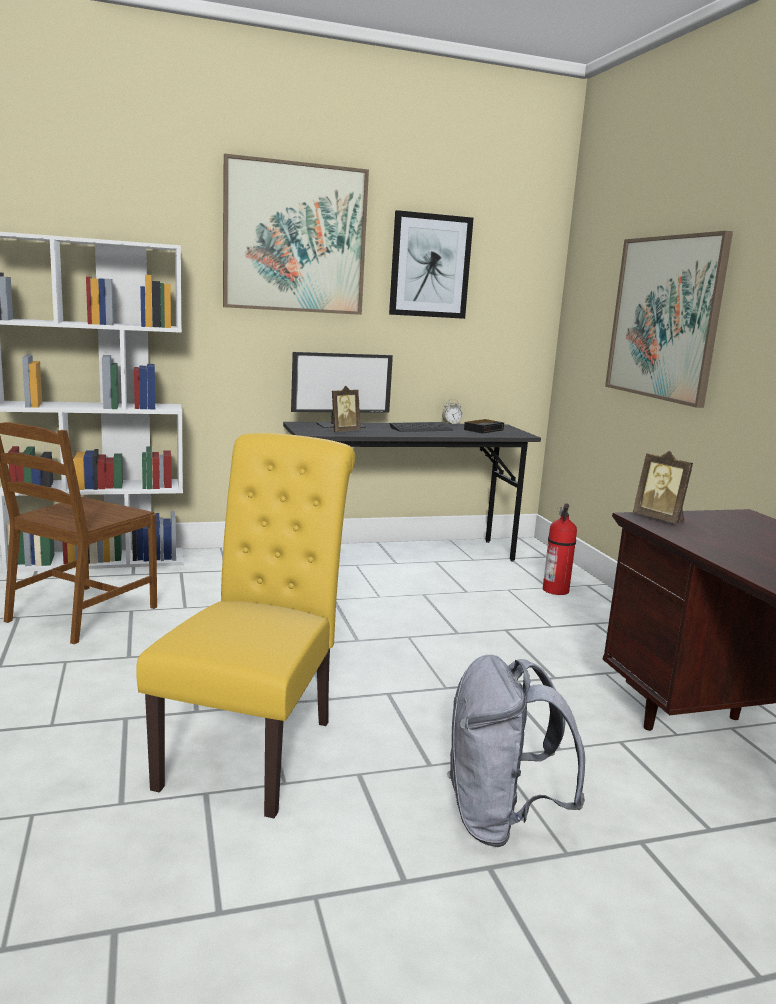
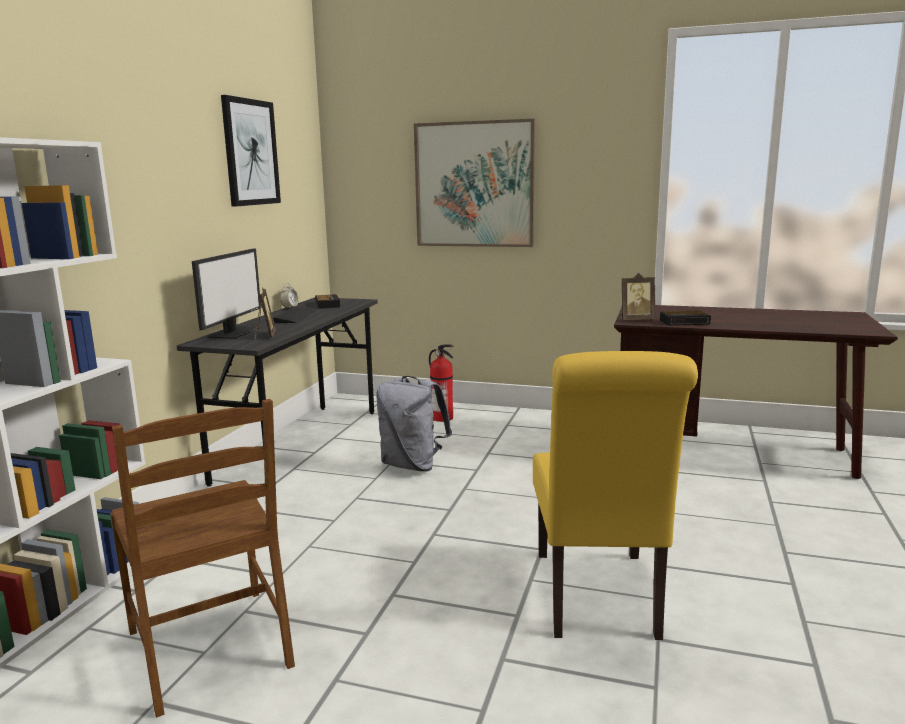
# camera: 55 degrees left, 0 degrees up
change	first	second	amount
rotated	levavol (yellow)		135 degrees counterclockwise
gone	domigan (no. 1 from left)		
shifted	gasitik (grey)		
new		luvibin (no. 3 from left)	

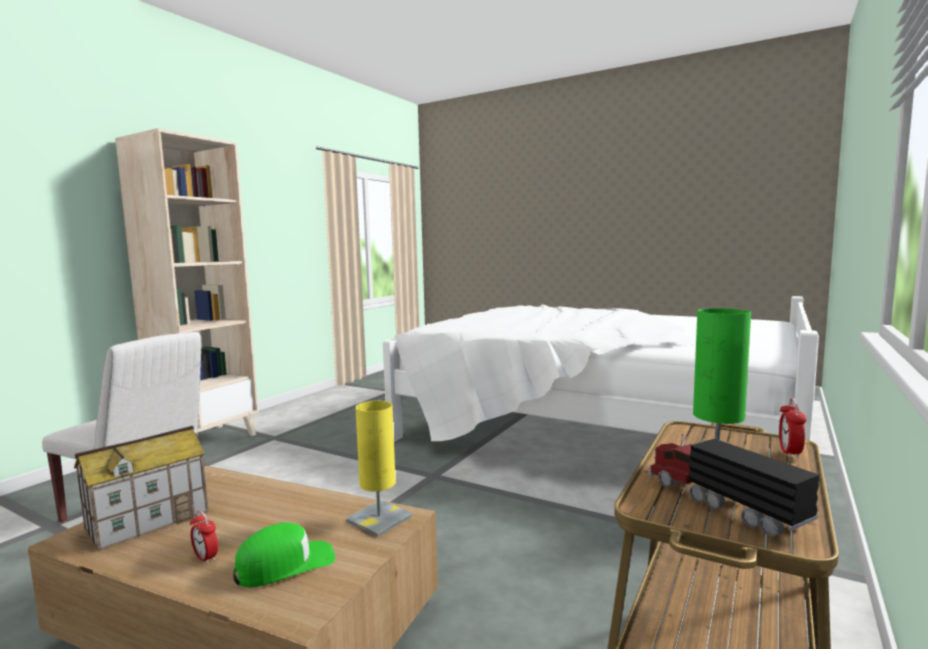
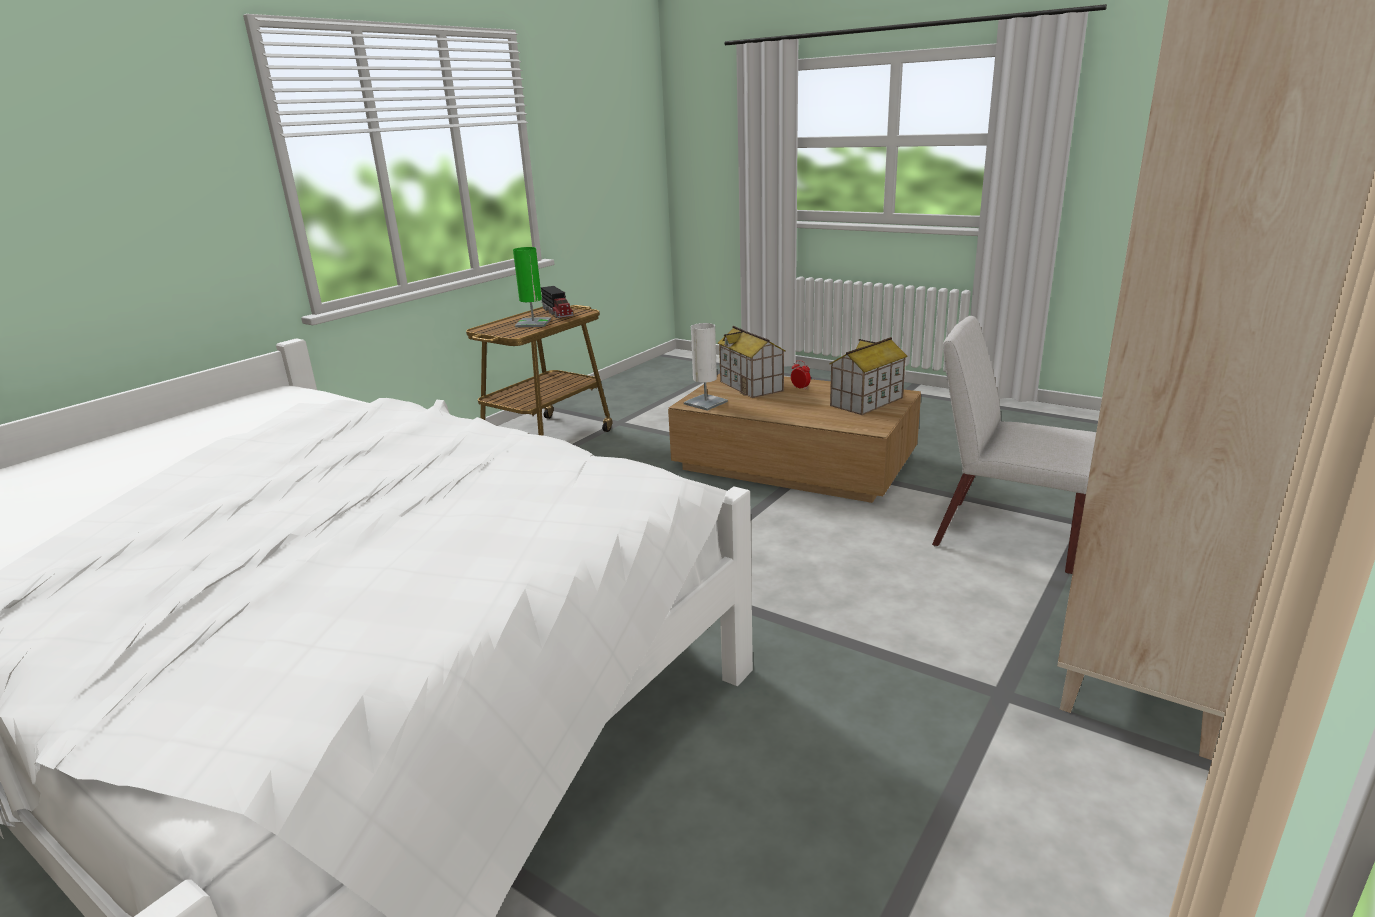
# camera: 175 degrees left, 15 degrees up
change	first	second	amount
swapped	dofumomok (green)	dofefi (no. 1 from left)	
repainted	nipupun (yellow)	nipupun (white)	
gone	luvibin (no. 2 from left)		

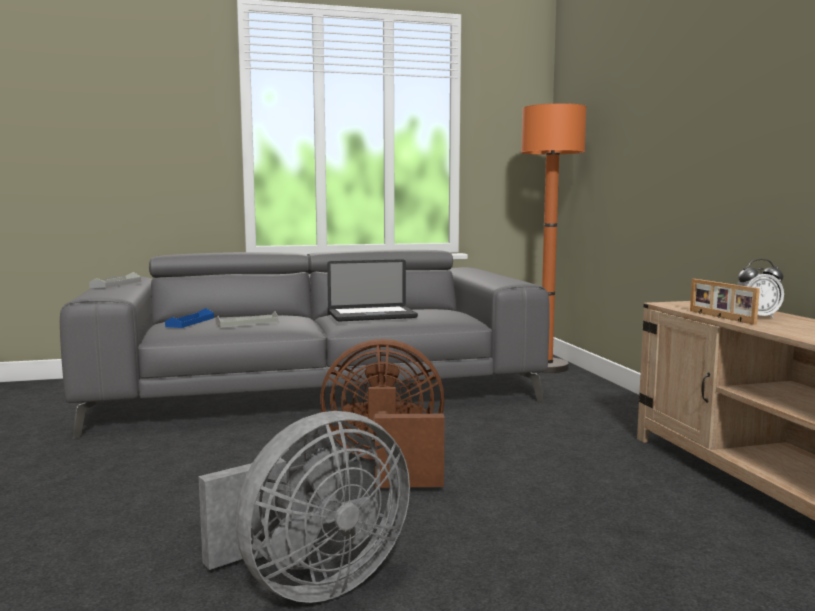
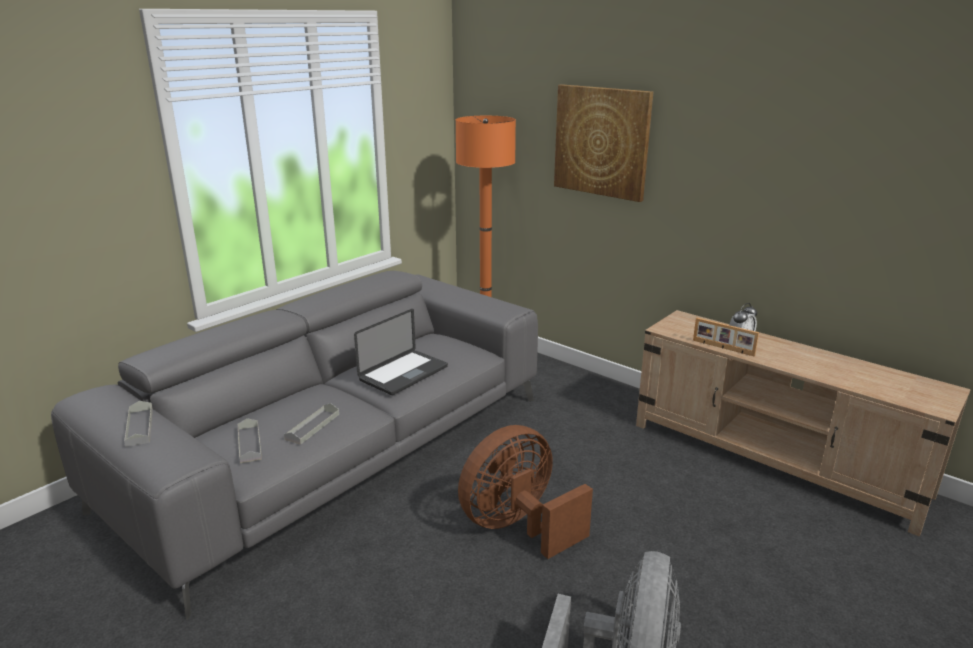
# camera: 35 degrees left, 15 degrees up
change	first	second	amount
repainted	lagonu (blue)	lagonu (grey) (no. 2 from left)	
new		domigan	

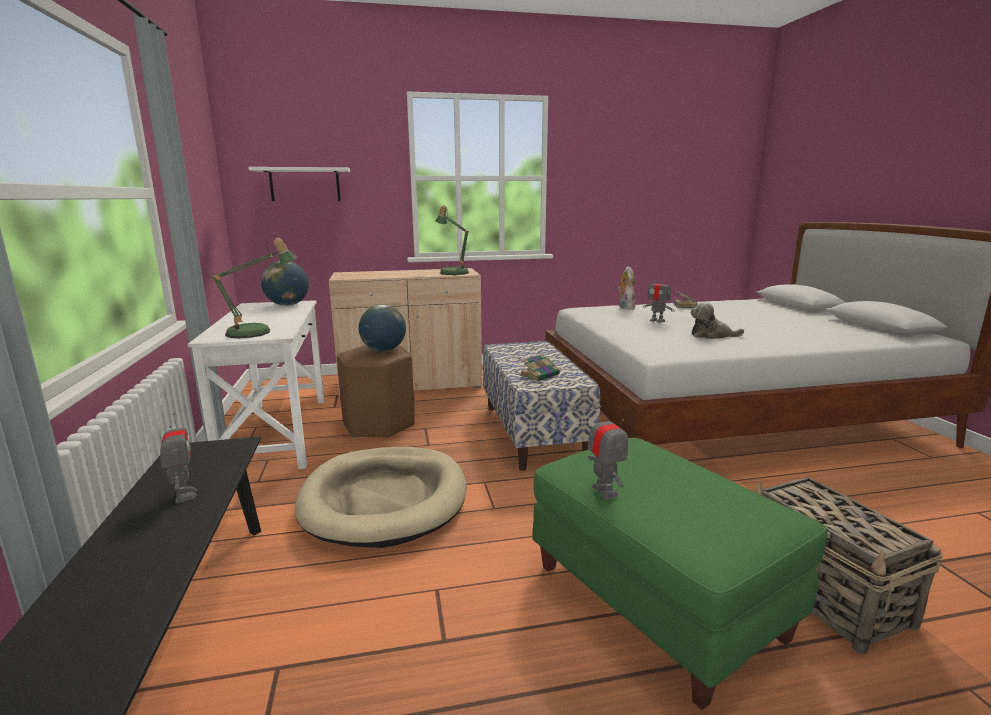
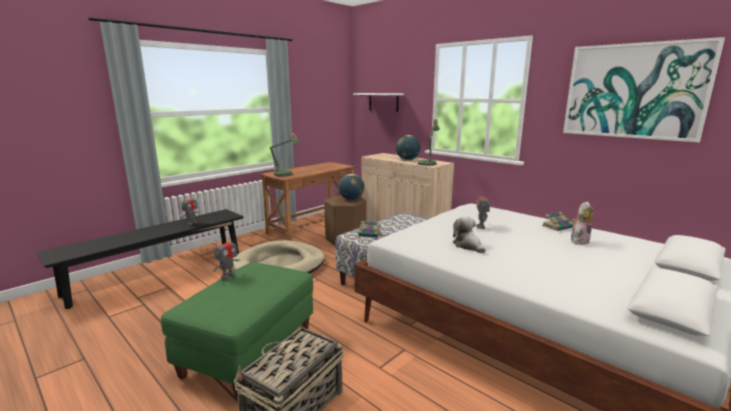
# camera: 55 degrees right, 0 degrees up
change	first	second	amount
repainted	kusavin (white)	kusavin (brown)	
shifted	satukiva (no. 1 from left in the first image)	satukiva (no. 2 from left)	
shifted	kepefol (no. 1 from left in the first image)	kepefol (no. 2 from left)	
new		domigan	

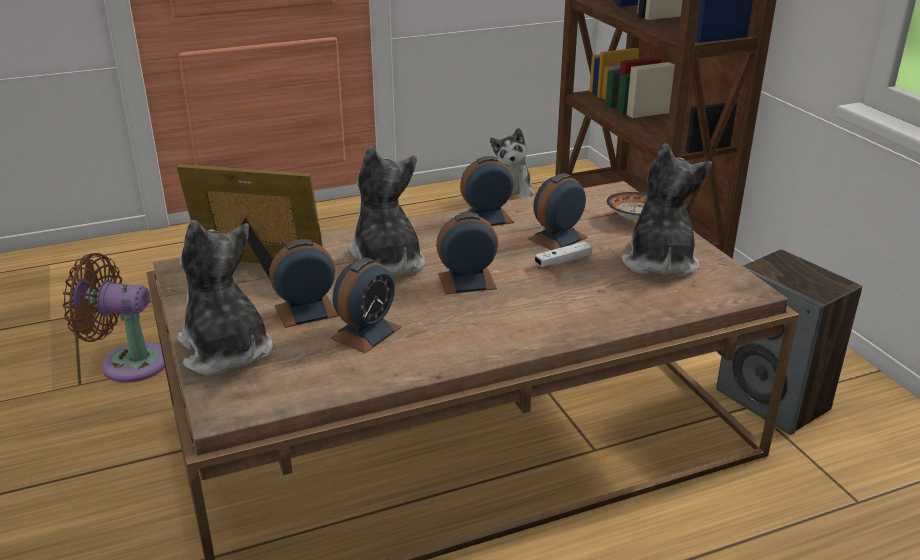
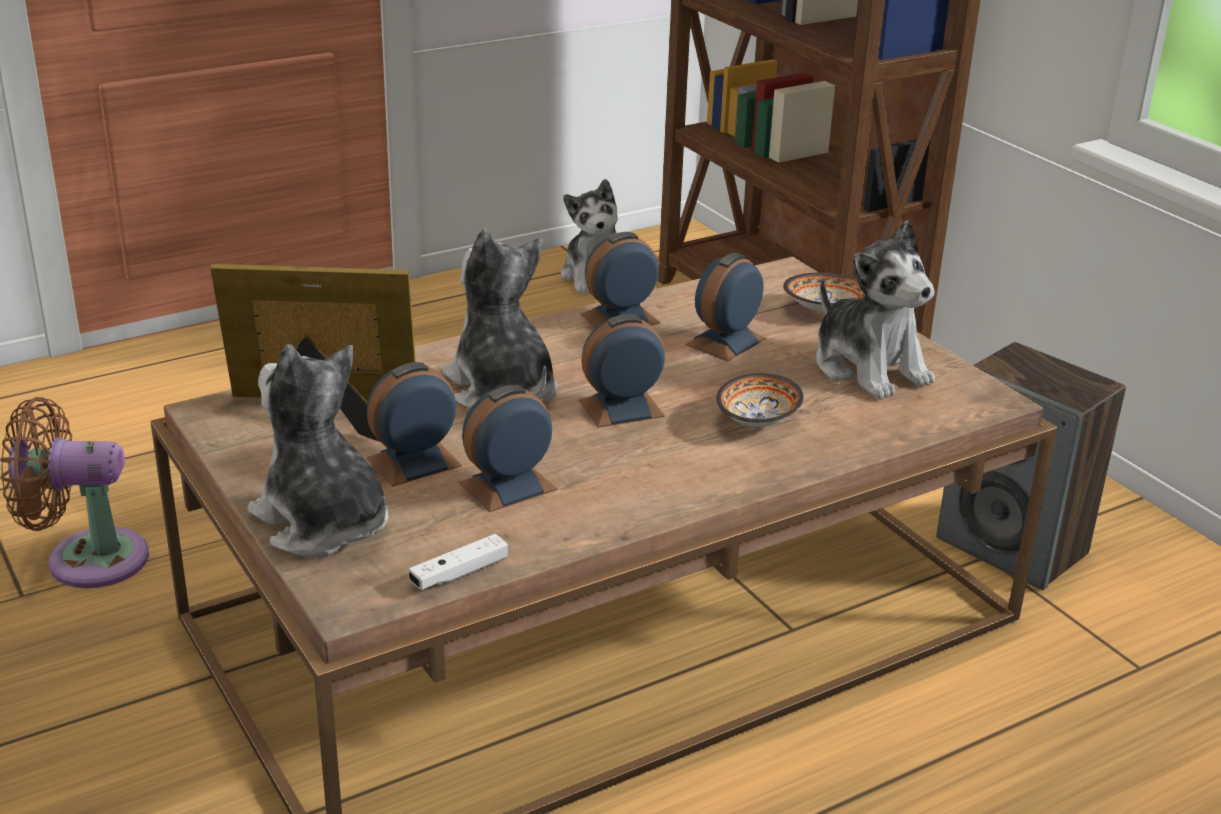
# camera: 10 degrees left, 0 degrees up
change	first	second	amount
rotated	luvibin (no. 2 from left)		150 degrees counterclockwise
shifted	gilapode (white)		
rotated	kepefol (no. 4 from left)		150 degrees clockwise
new		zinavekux (no. 1 from left)	

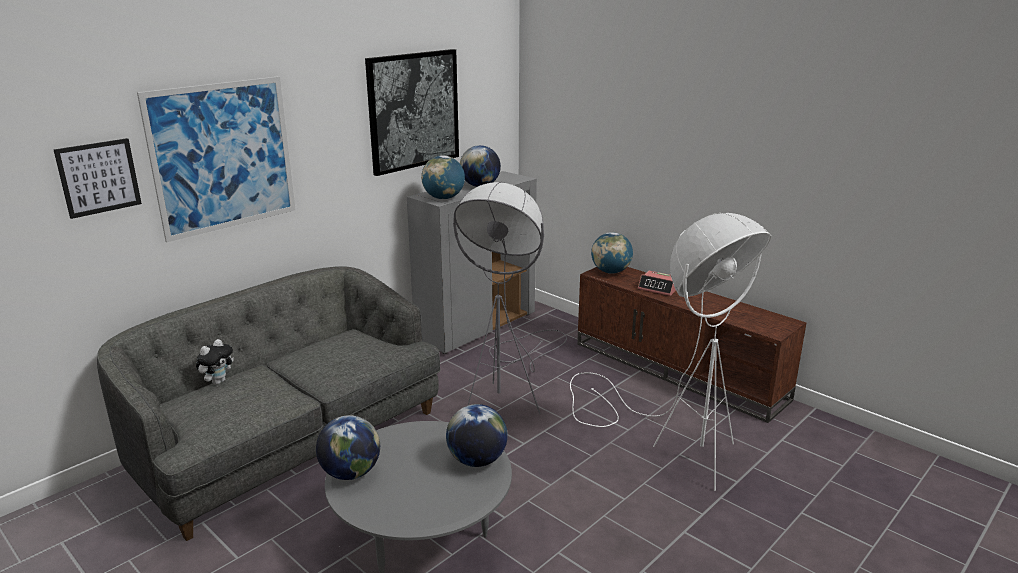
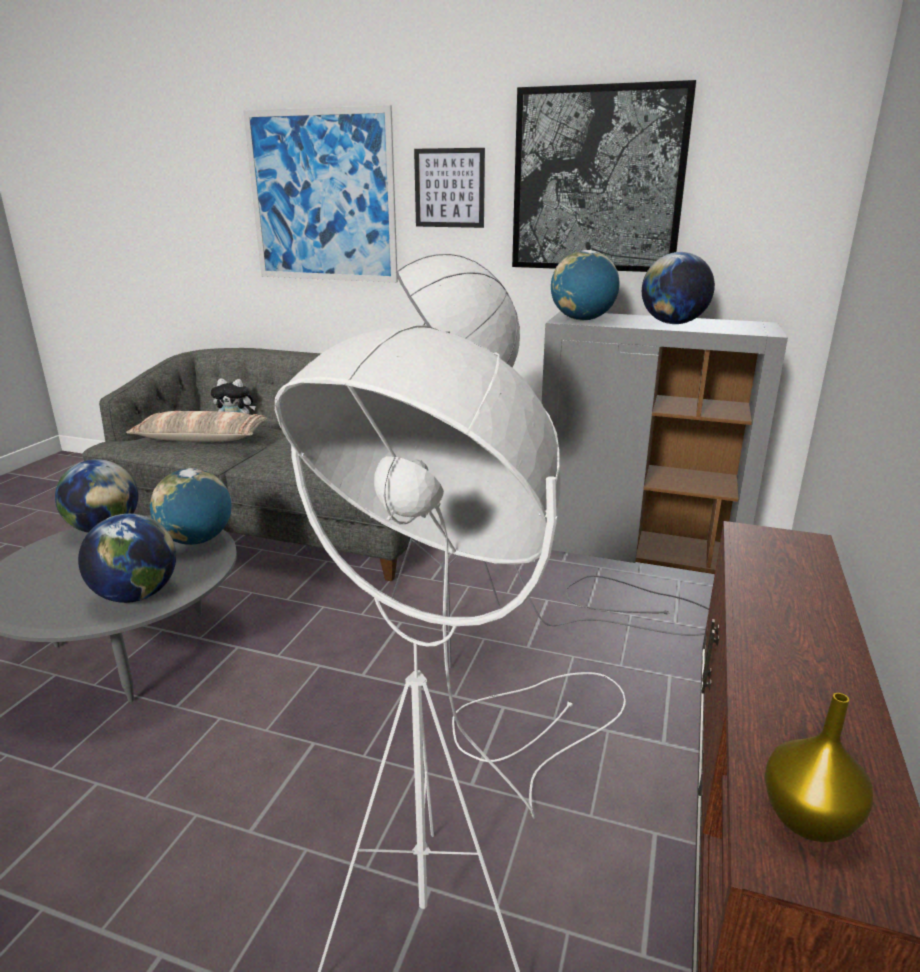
# camera: 65 degrees right, 0 degrees up
change	first	second	amount
shifted	domigan (no. 1 from left in the first image)	domigan (no. 2 from left)	
shifted	satukiva (no. 5 from left in the first image)	satukiva (no. 3 from left)	
gone	luvibin		
new		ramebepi	
new		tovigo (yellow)	

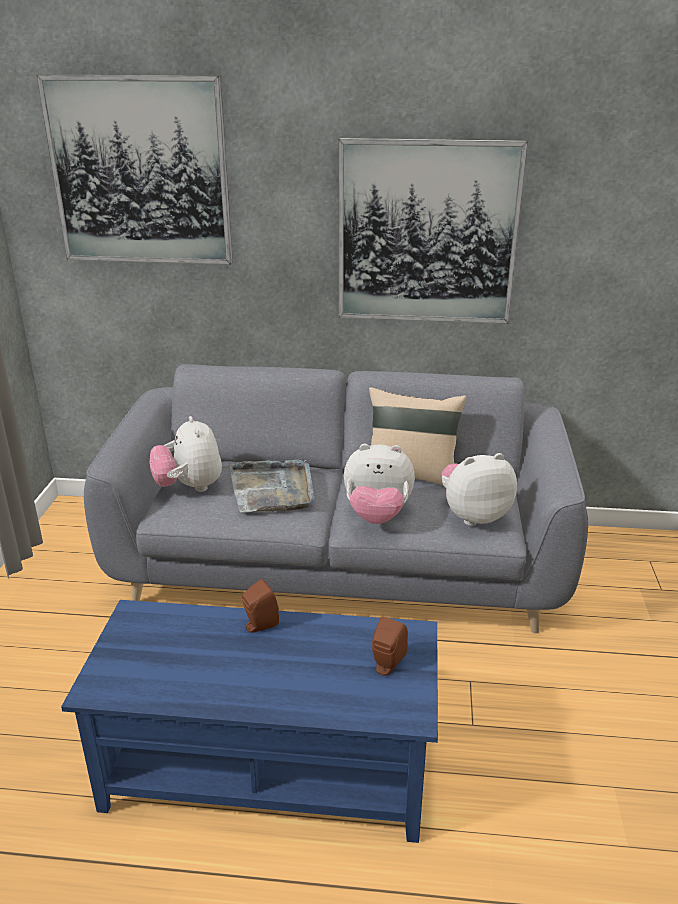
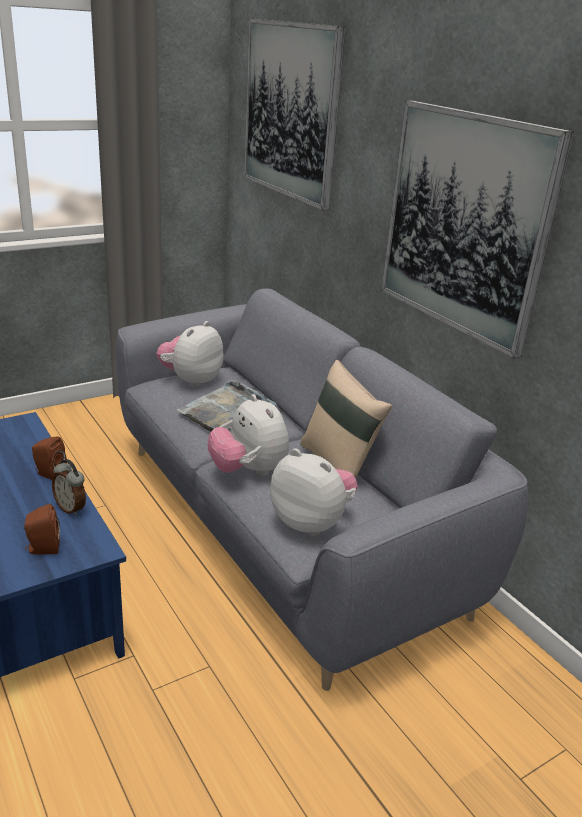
# camera: 50 degrees right, 0 degrees up
change	first	second	amount
new		luvibin	

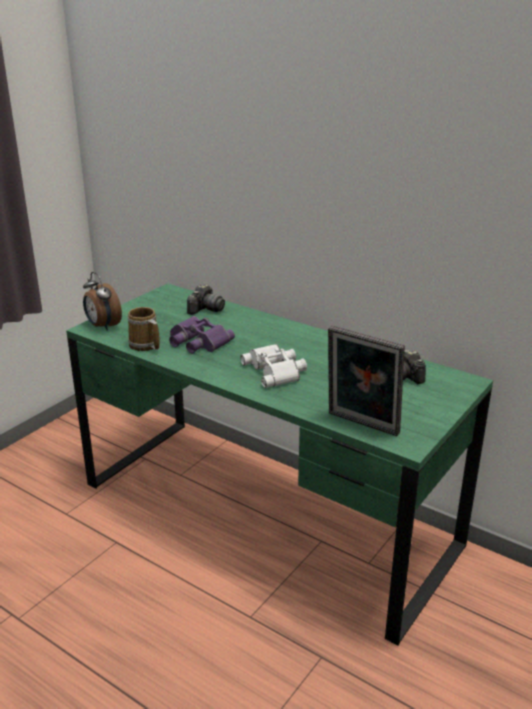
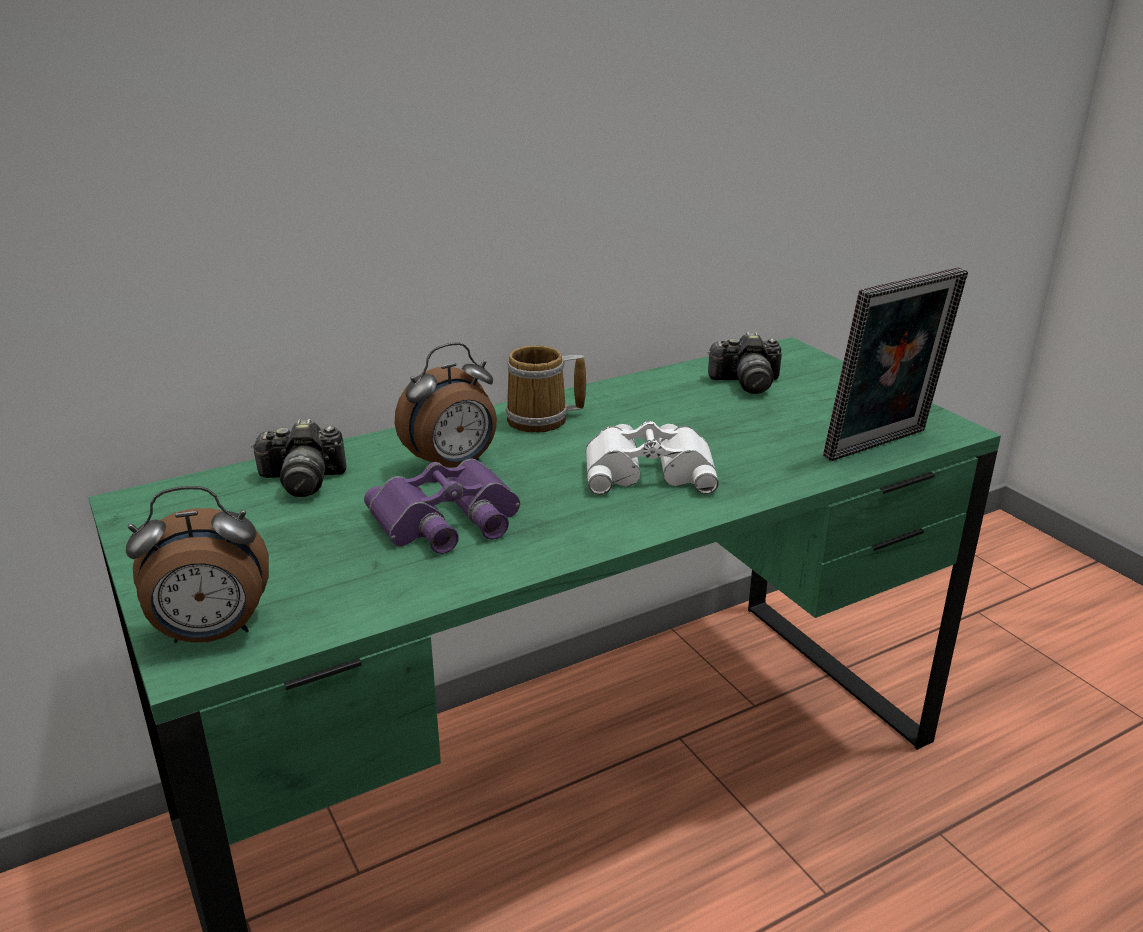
# camera: 65 degrees left, 0 degrees up
change	first	second	amount
shifted	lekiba		
rotated	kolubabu (no. 1 from left)		120 degrees clockwise
new		luvibin (no. 2 from left)	

